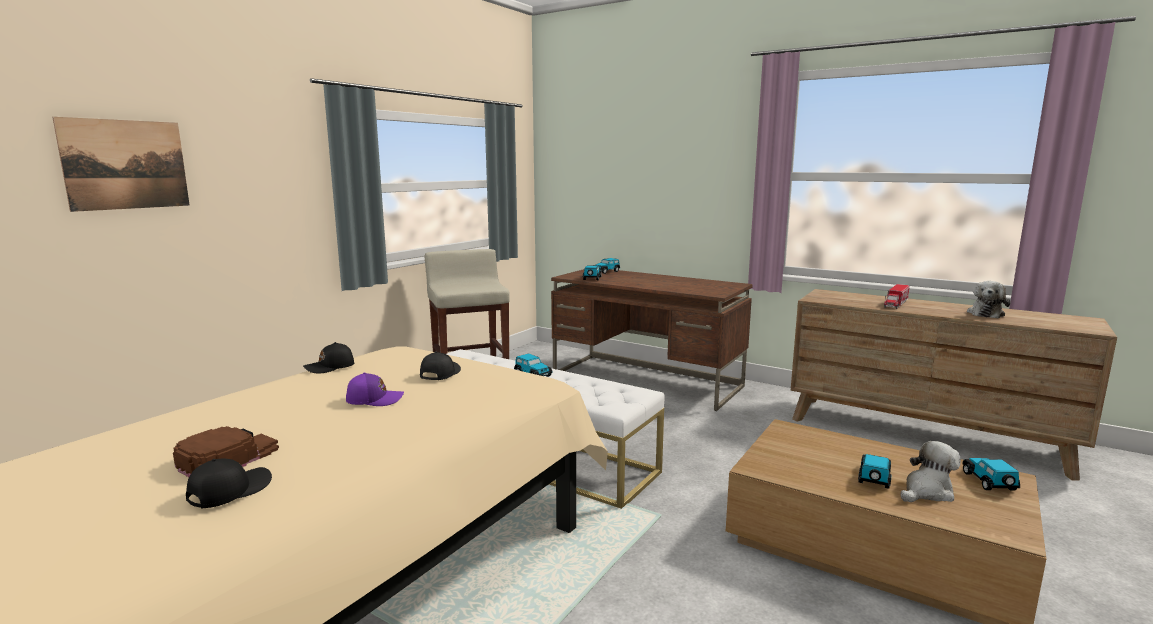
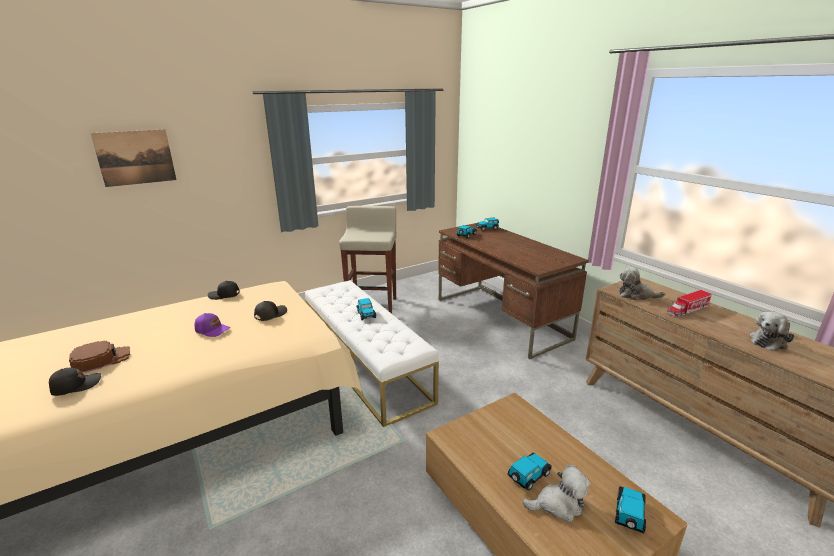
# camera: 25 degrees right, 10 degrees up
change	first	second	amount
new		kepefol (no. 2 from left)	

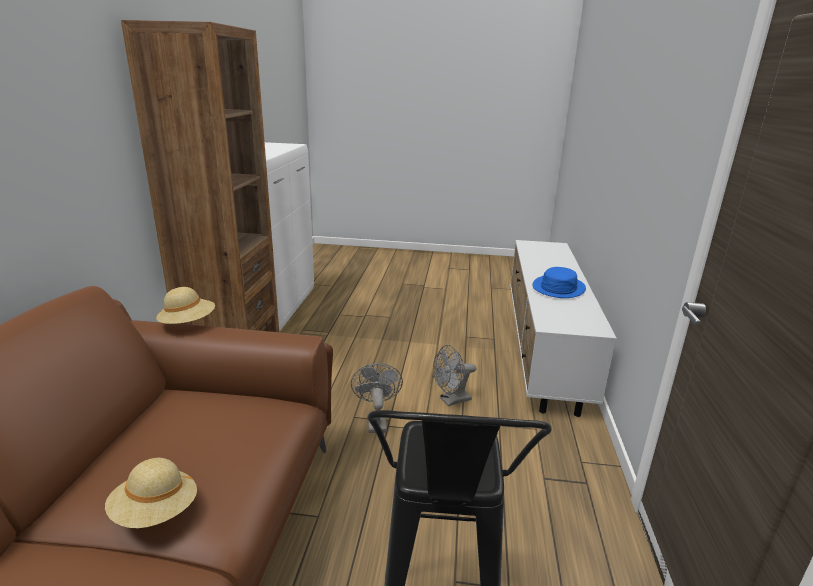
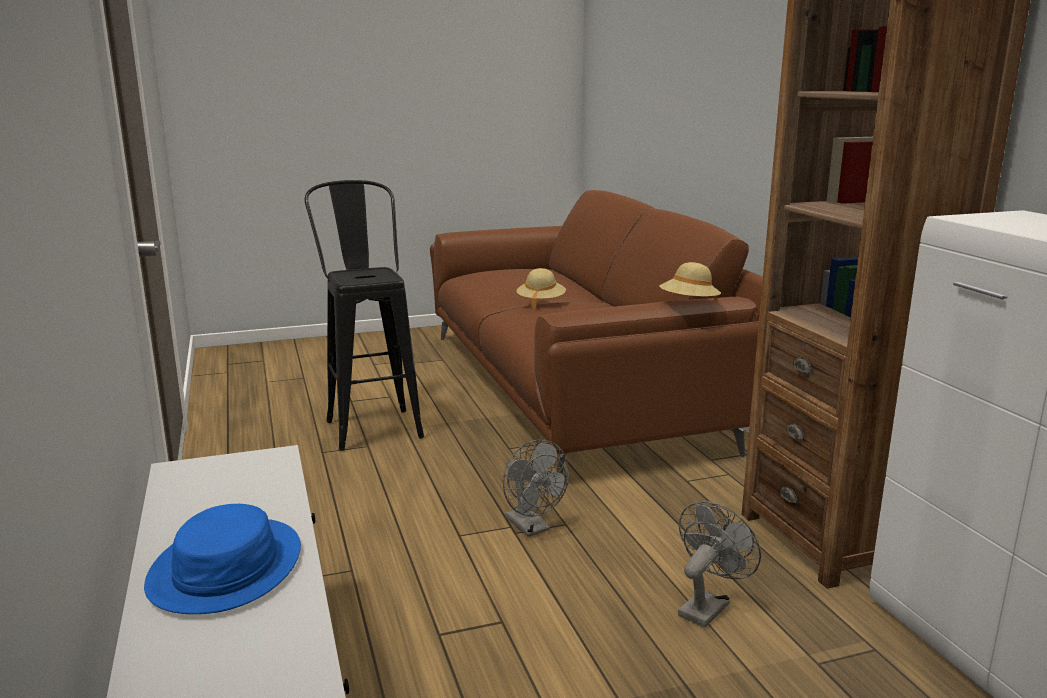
# camera: 155 degrees right, 5 degrees down
change	first	second	amount
shifted	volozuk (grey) (no. 2 from left)		

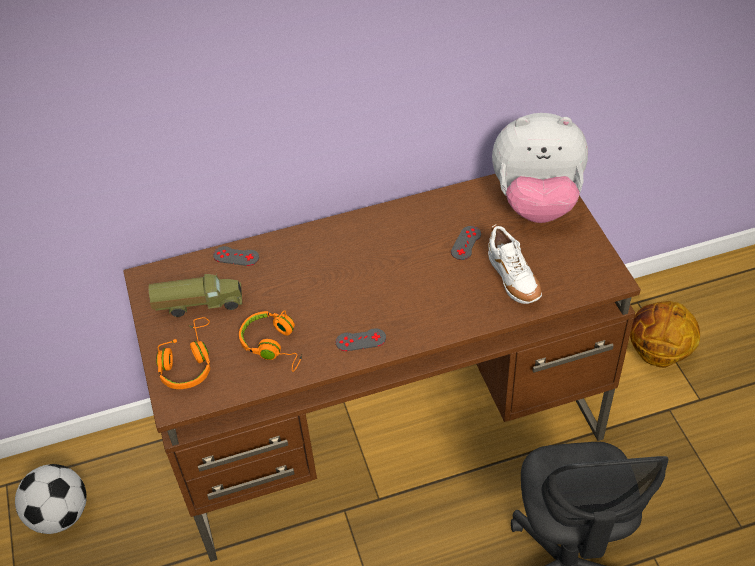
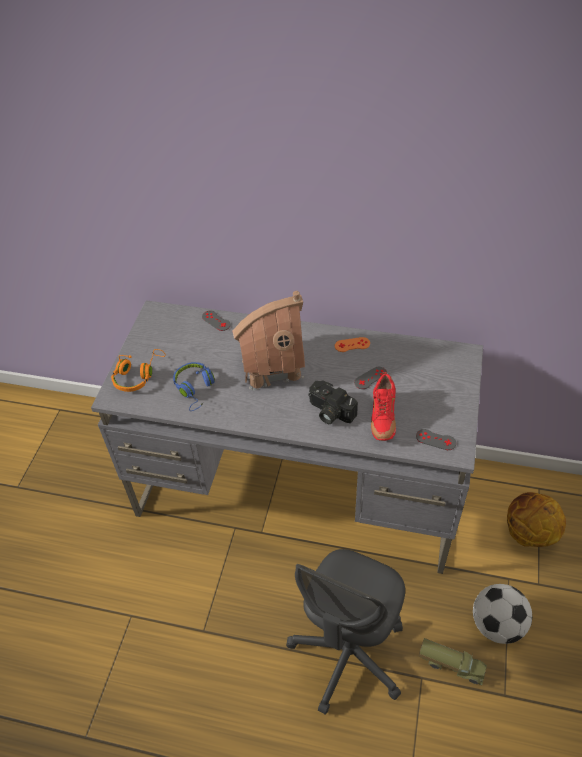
# camera: 30 degrees right, 0 degrees up
change	first	second	amount
shifted	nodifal		
repainted	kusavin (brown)	kusavin (grey)	
shifted	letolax		
repainted	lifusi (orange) (no. 2 from left)	lifusi (blue)	
shifted	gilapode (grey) (no. 2 from left in the first image)	gilapode (grey) (no. 3 from left)	
repainted	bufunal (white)	bufunal (red)	
gone	kepefol		
new		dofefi	
new		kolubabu	
new		gilapode (orange)	

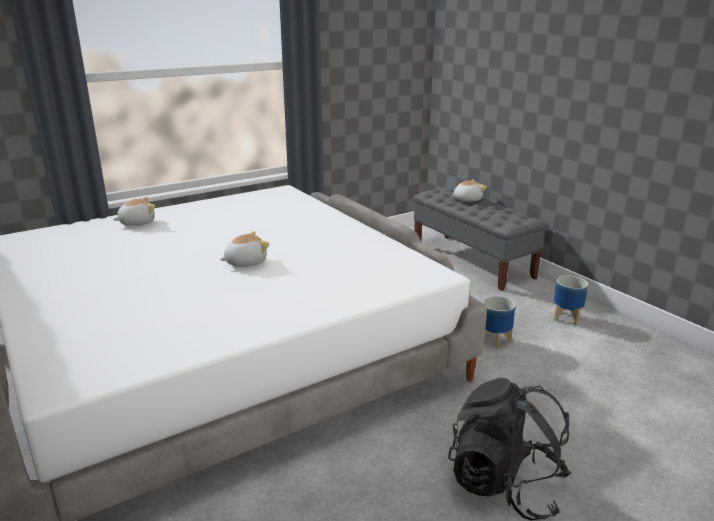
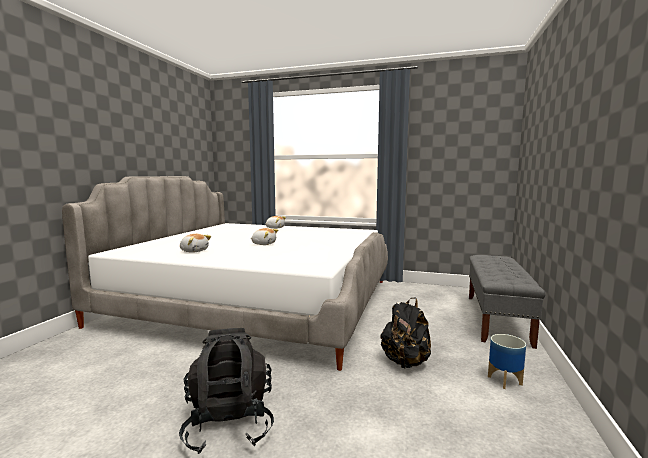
# camera: 50 degrees right, 15 degrees down
change	first	second	amount
shifted	kepefol (no. 3 from left in the first image)	kepefol (no. 1 from left)	
swapped	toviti (no. 1 from left)	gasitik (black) (no. 2 from left)	

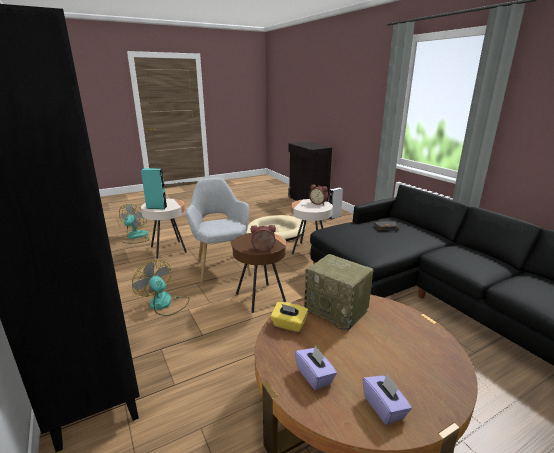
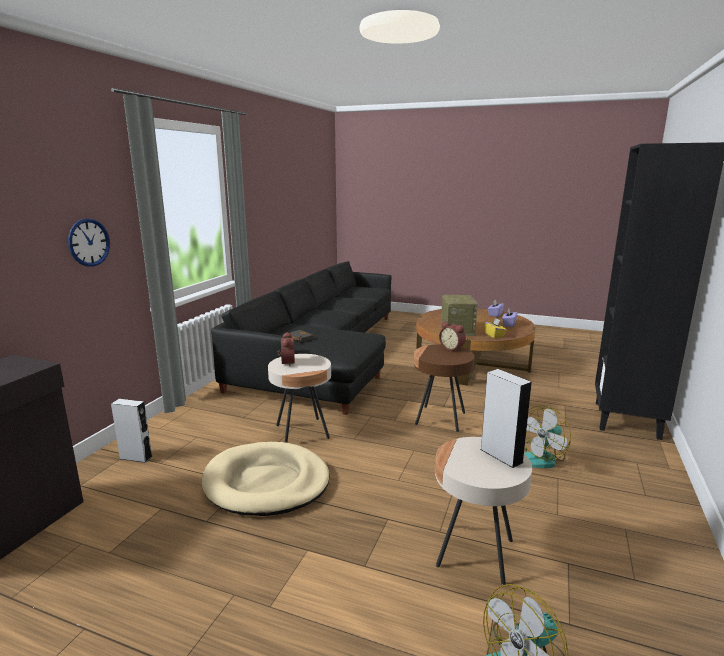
# camera: 130 degrees left, 5 degrees down
change	first	second	amount
rotated	volozuk (no. 2 from left)		45 degrees clockwise
repainted	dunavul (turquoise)	dunavul (grey) (no. 2 from left)	
gone	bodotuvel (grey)		
new		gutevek	

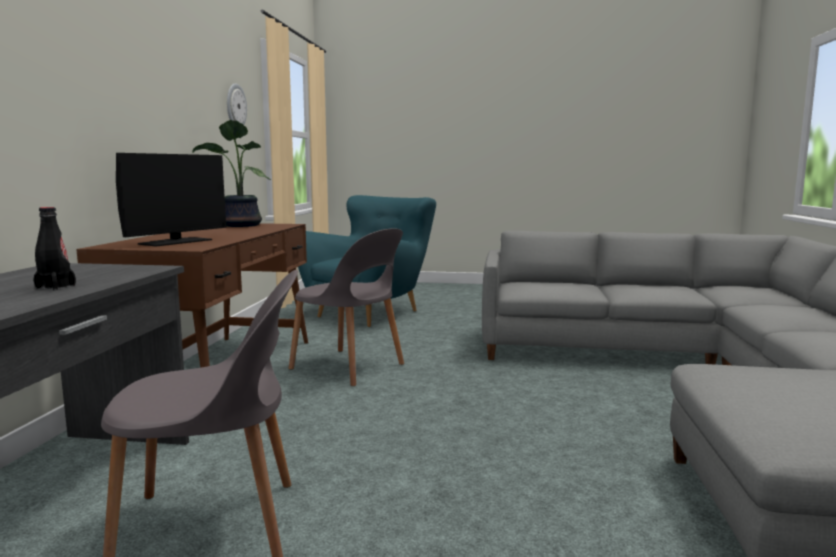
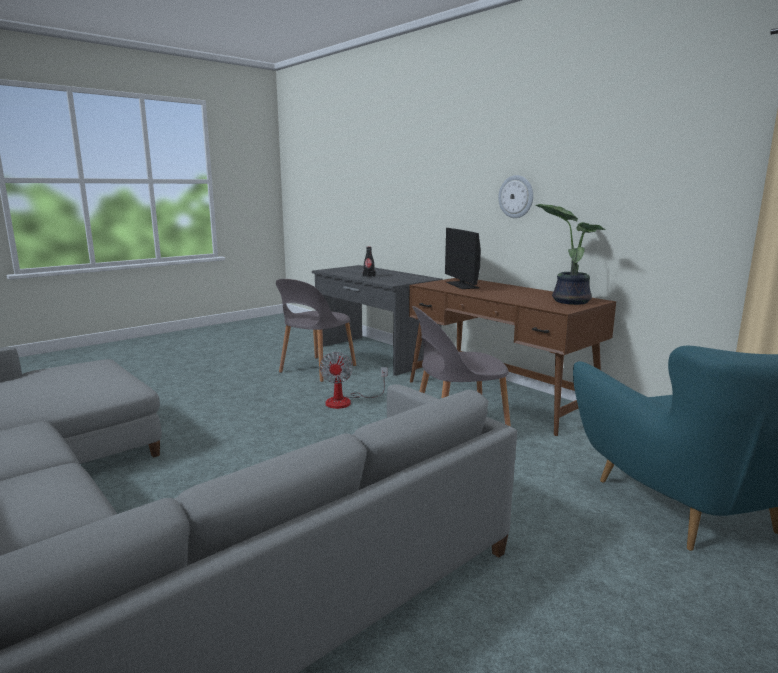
# camera: 130 degrees right, 5 degrees up
change	first	second	amount
shifted	gutevek		
new		volozuk	

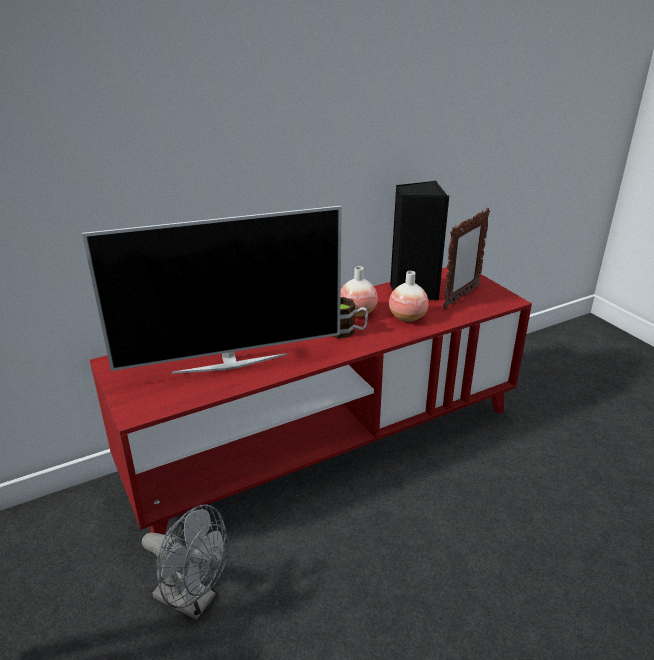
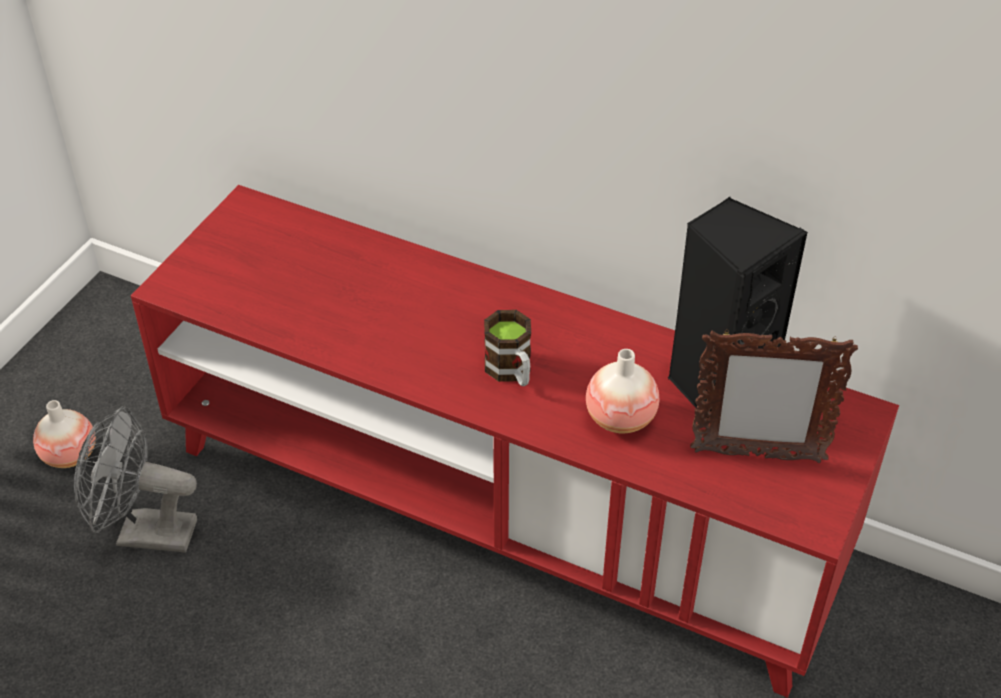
# camera: 55 degrees right, 15 degrees up
change	first	second	amount
gone	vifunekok		
rotated	volozuk (grey)		105 degrees clockwise
shifted	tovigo (no. 1 from left)		

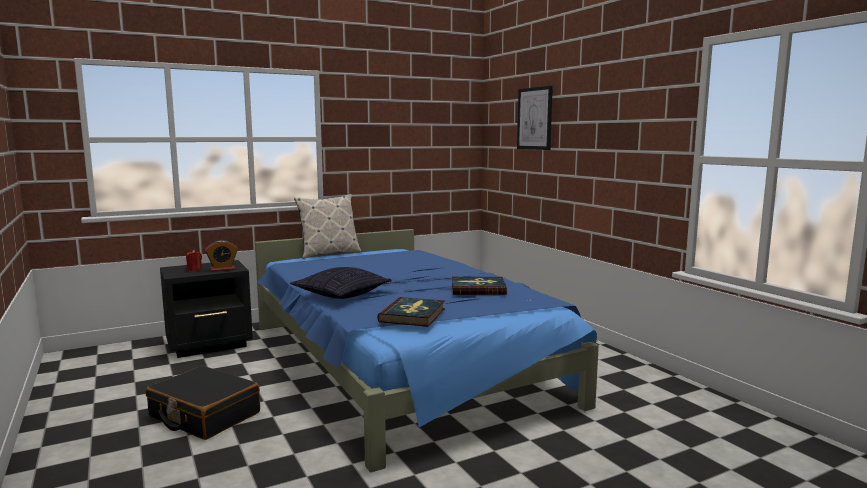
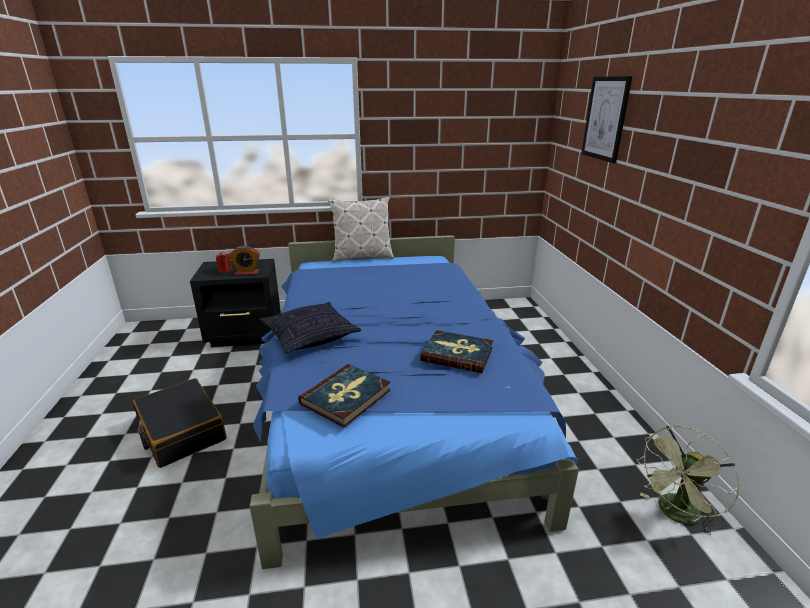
# camera: 20 degrees right, 15 degrees up
change	first	second	amount
new		volozuk (green)	

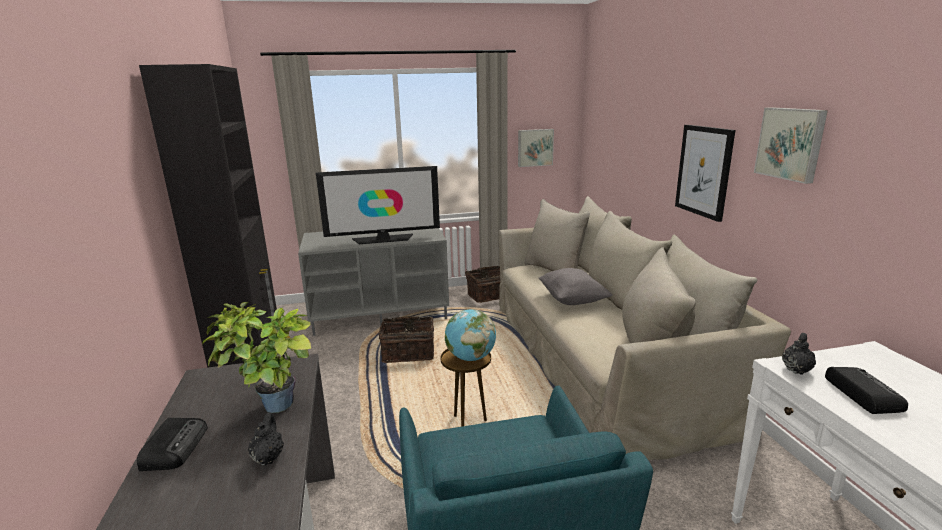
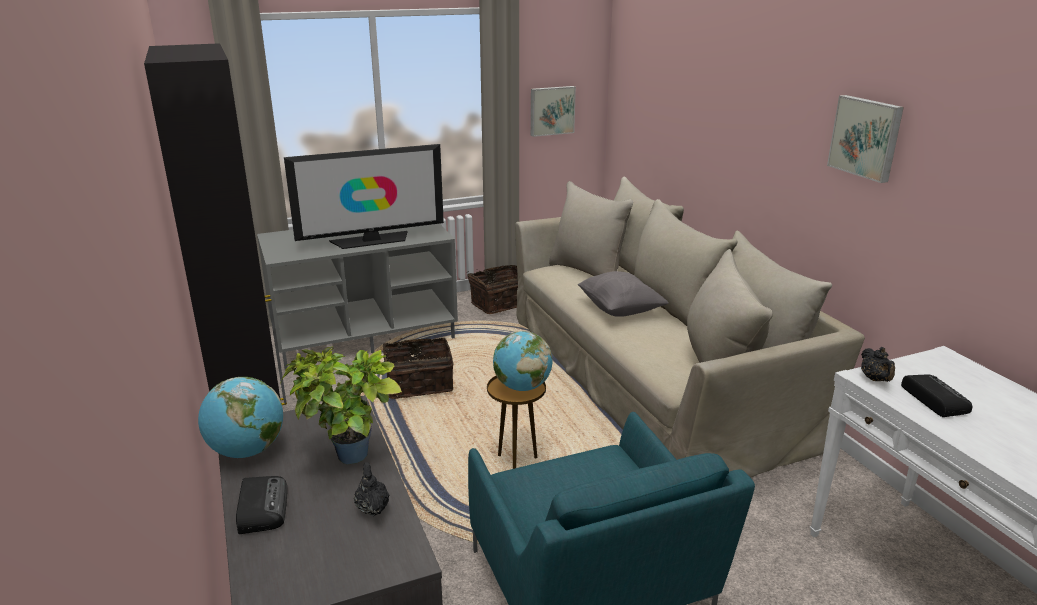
# camera: 10 degrees left, 5 degrees up
change	first	second	amount
gone	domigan (no. 2 from left)		
rotated	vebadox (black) (no. 2 from left)		150 degrees clockwise
new		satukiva (no. 1 from left)	

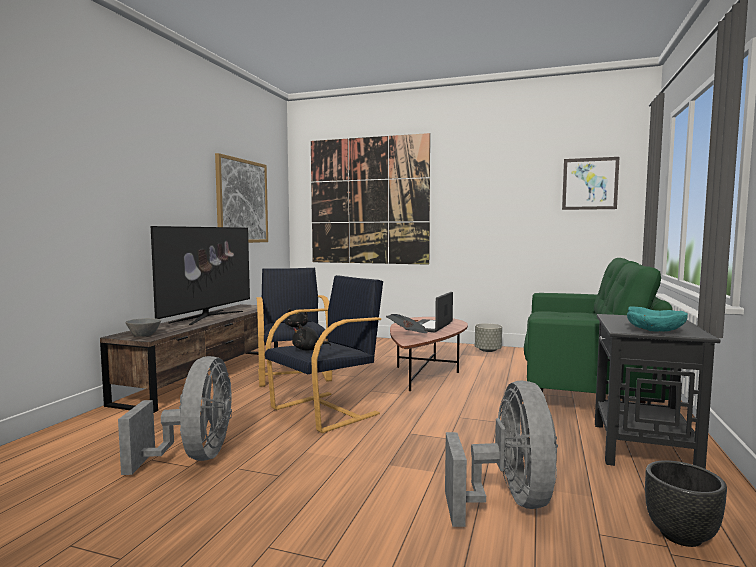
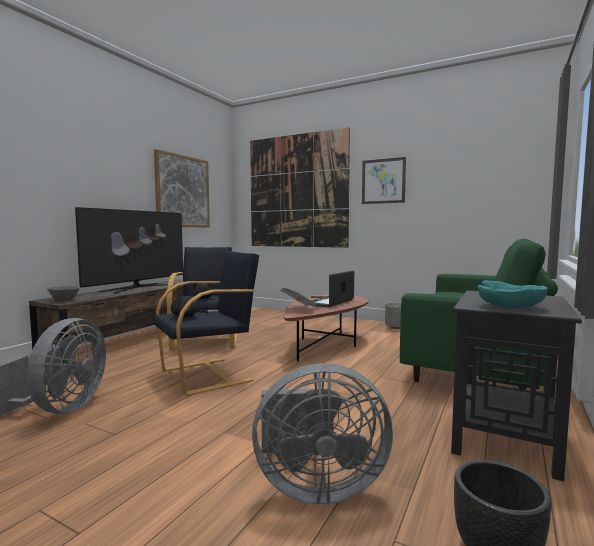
# camera: 10 degrees right, 0 degrees up
change	first	second	amount
rotated	volozuk (grey) (no. 2 from left)		75 degrees clockwise
shifted	domigan (no. 3 from left)		

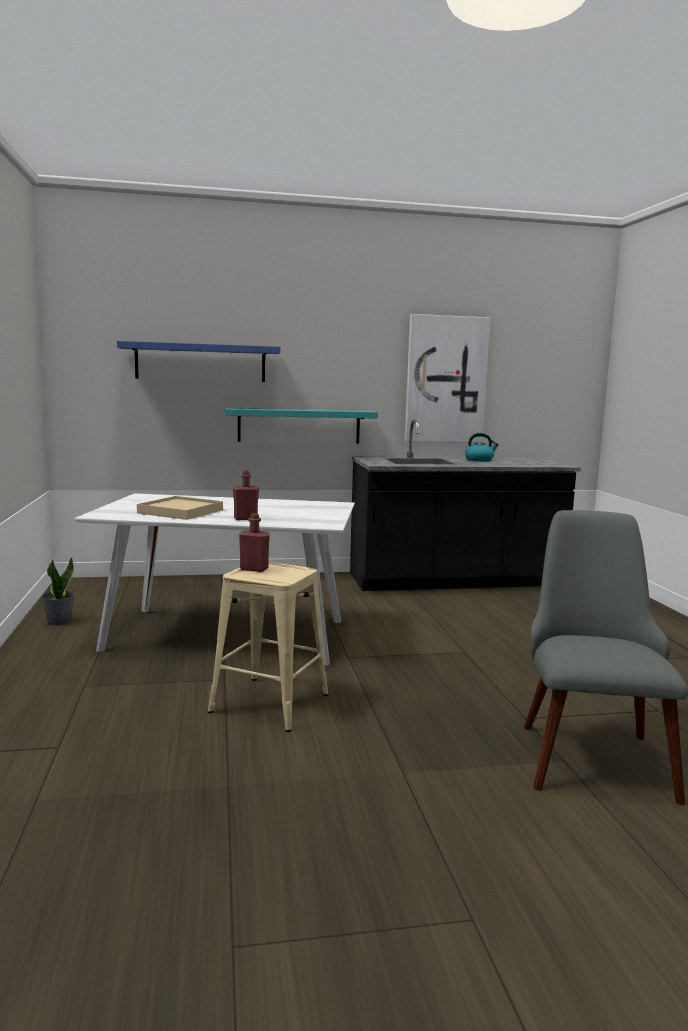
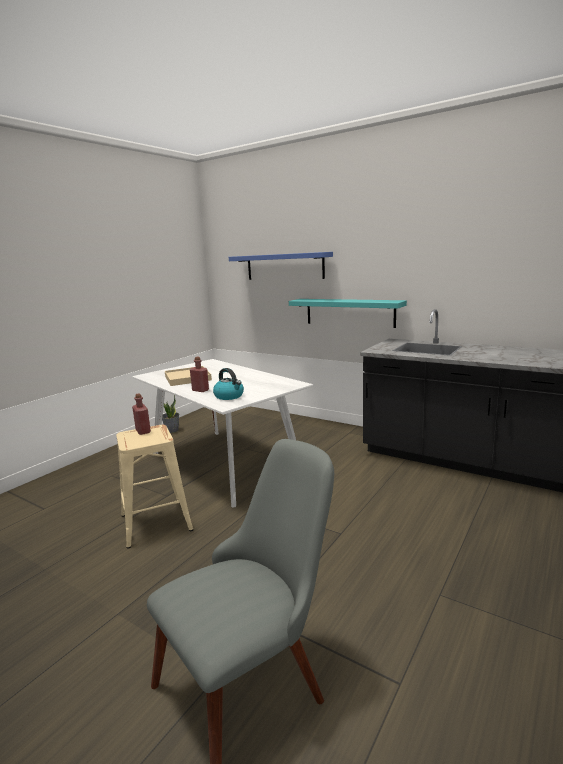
# camera: 45 degrees right, 5 degrees up
change	first	second	amount
gone	domigan		
shifted	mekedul		

